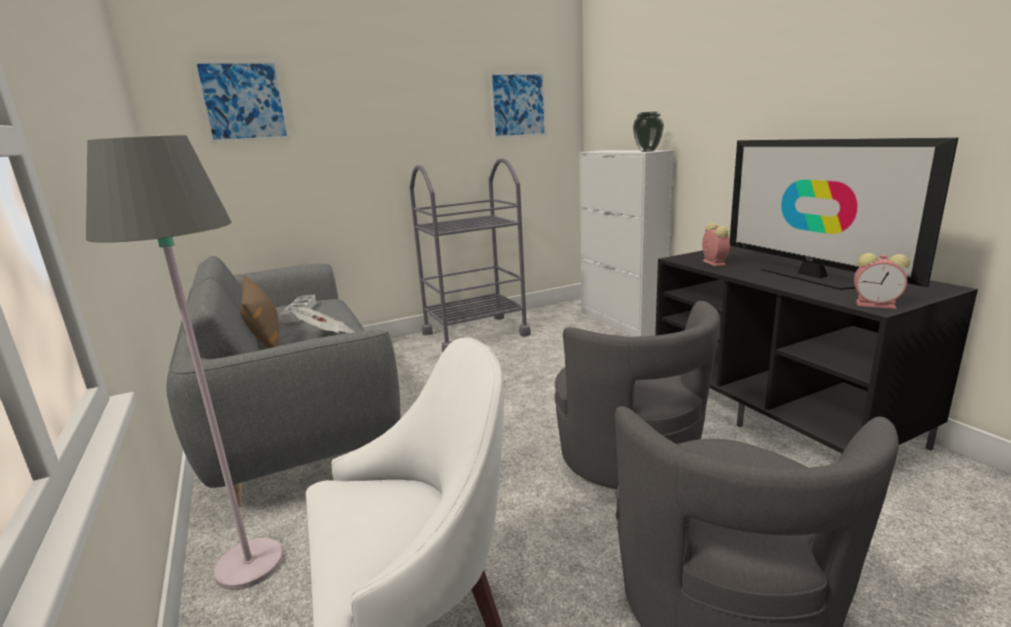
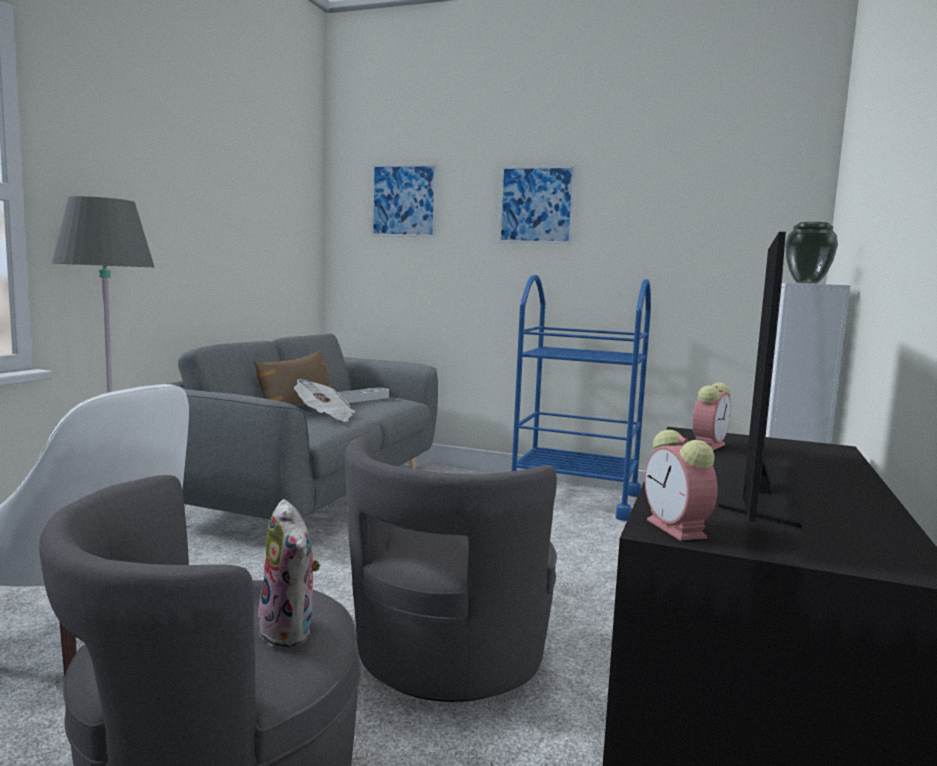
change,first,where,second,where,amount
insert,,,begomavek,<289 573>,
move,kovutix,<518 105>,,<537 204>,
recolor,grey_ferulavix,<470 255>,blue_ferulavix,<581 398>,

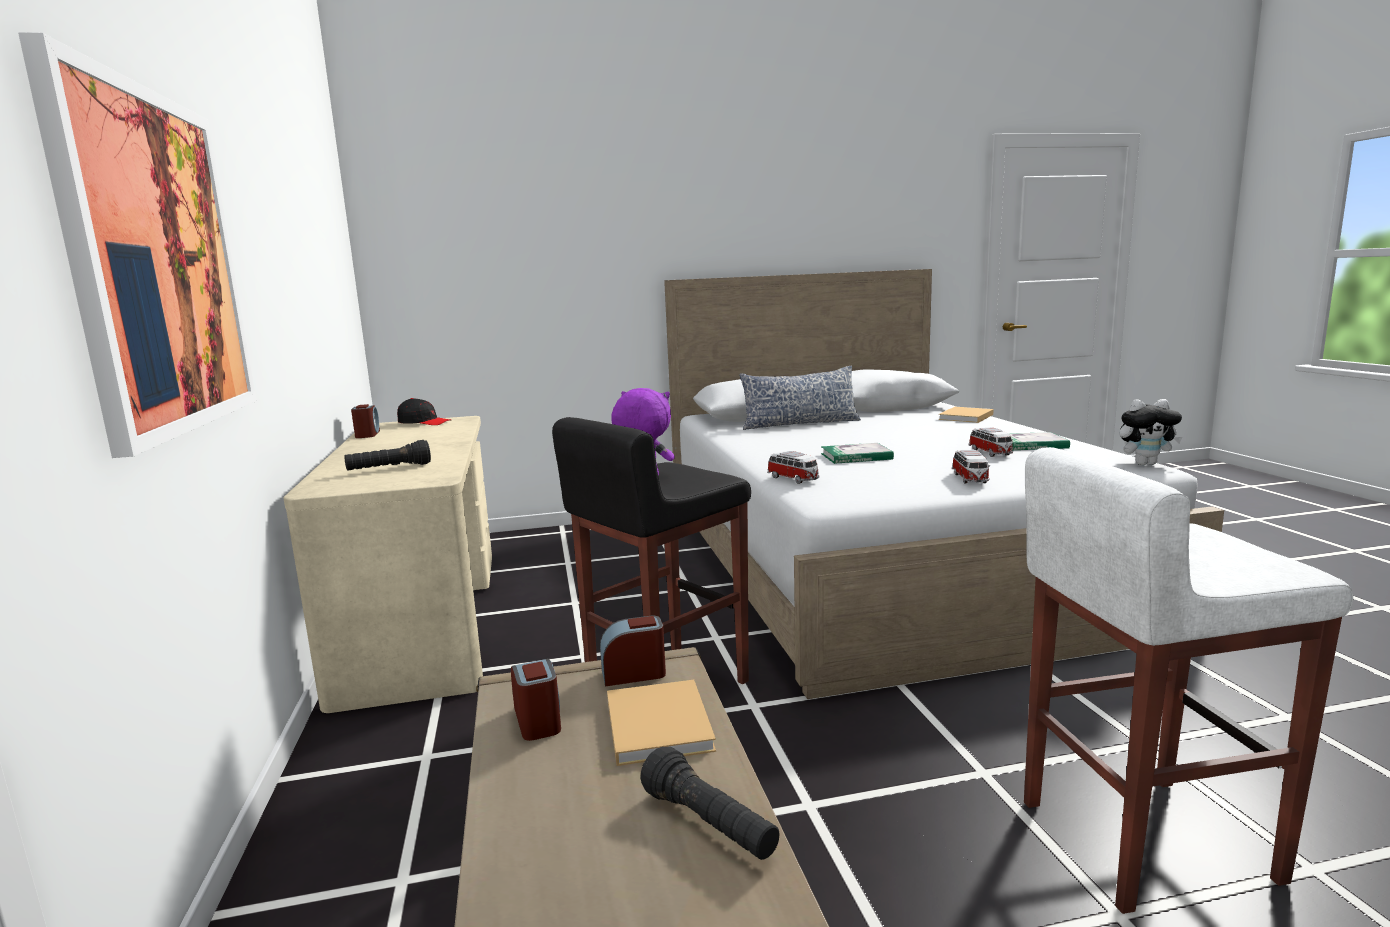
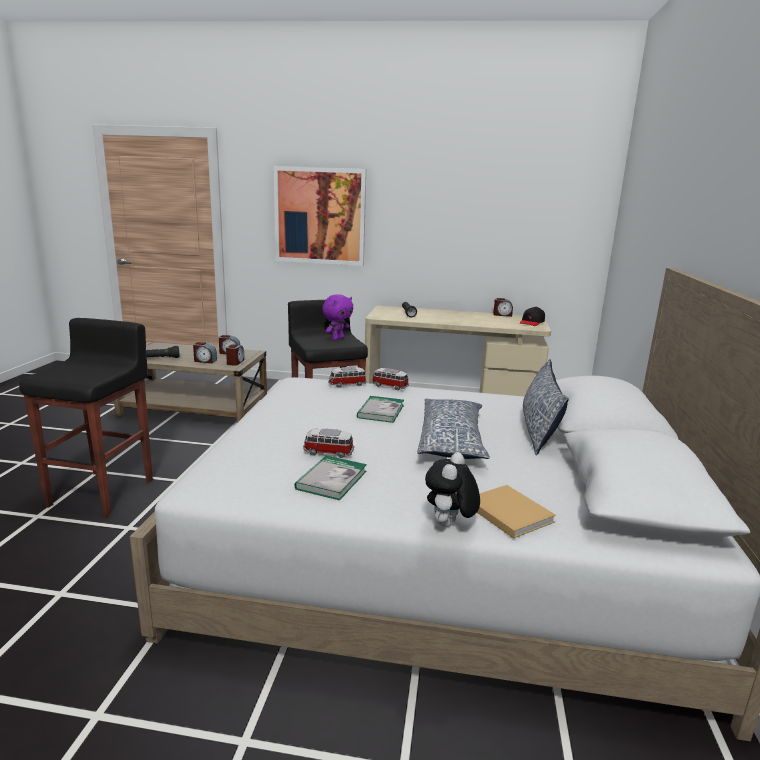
change,first,where,second,where,amount
insert,,,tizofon,<453 429>,
move,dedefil,<971 467>,,<390 379>,
move,begomavek,<1150 432>,,<452 489>,
replace,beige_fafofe,<661 723>,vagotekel,<205 352>,
recolor,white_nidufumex,<1188 680>,black_nidufumex,<86 417>,

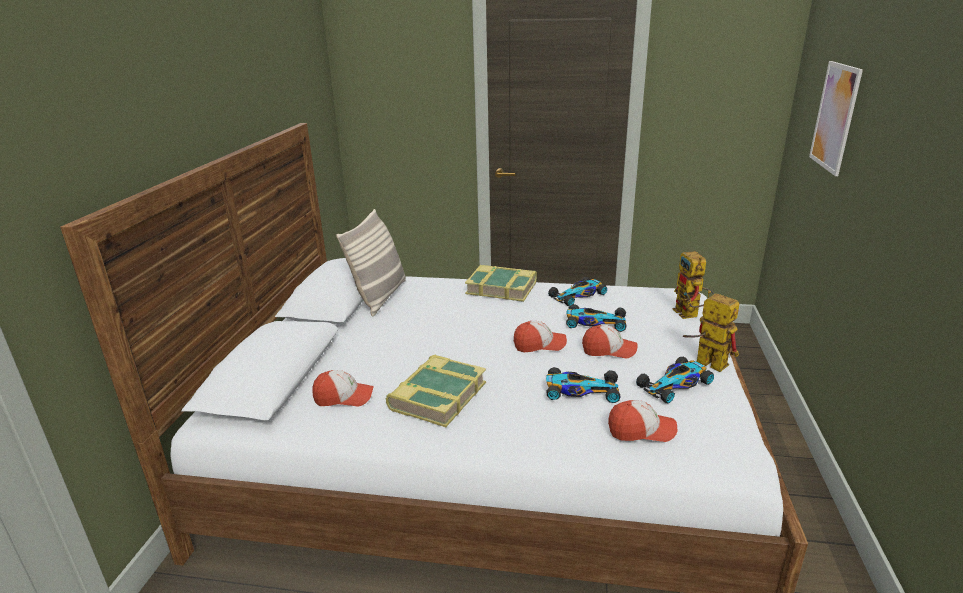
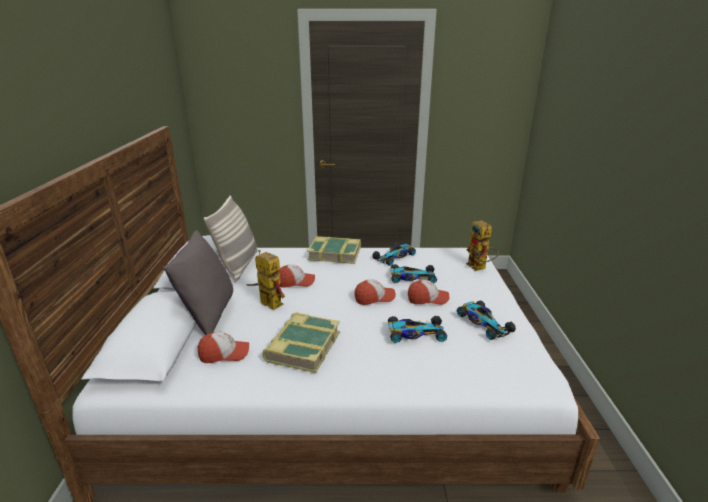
change,first,where,second,where,amount
delete,kovutix,<836 118>,,,
insert,,,grey_tizofon,<198 282>,
move,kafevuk,<642 421>,,<296 276>,
move,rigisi,<711 331>,,<265 280>,
rotate,dedefil,<675 380>,,<486 320>,75 degrees counterclockwise

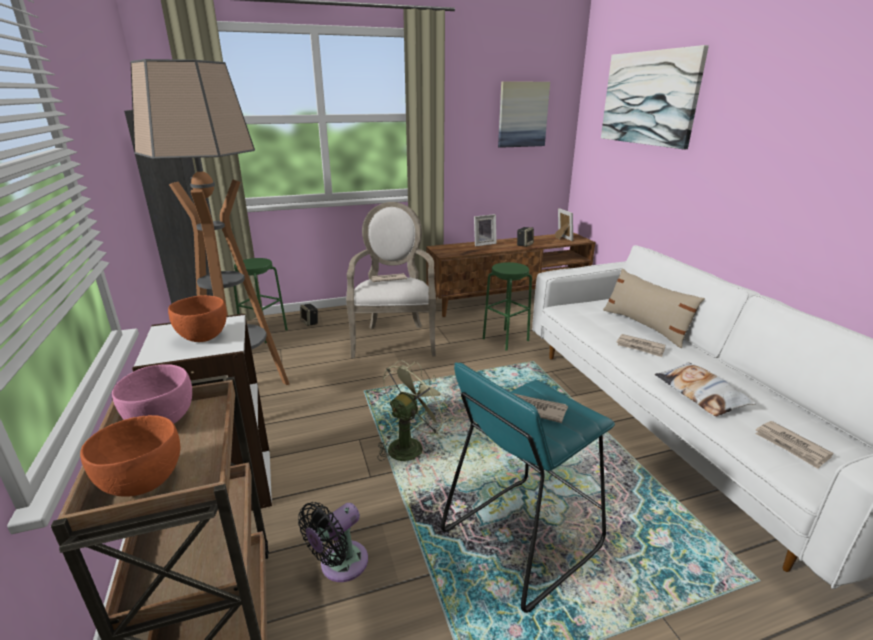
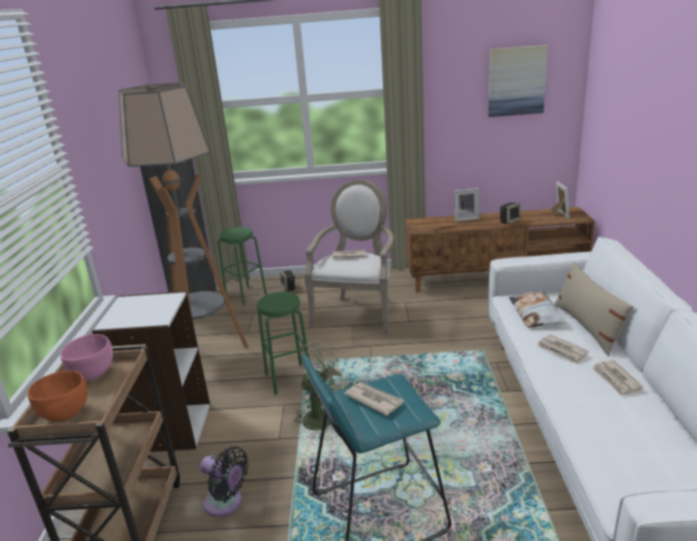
change,first,where,second,where,amount
delete,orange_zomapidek,<197 318>,,,
delete,kovutix,<655 97>,,,
move,green_nidufumex,<507 306>,,<283 343>,
move,tizofon,<705 389>,,<537 309>,
move,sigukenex,<794 445>,,<618 378>,
rotate,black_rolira,<333 542>,,<224 482>,120 degrees counterclockwise

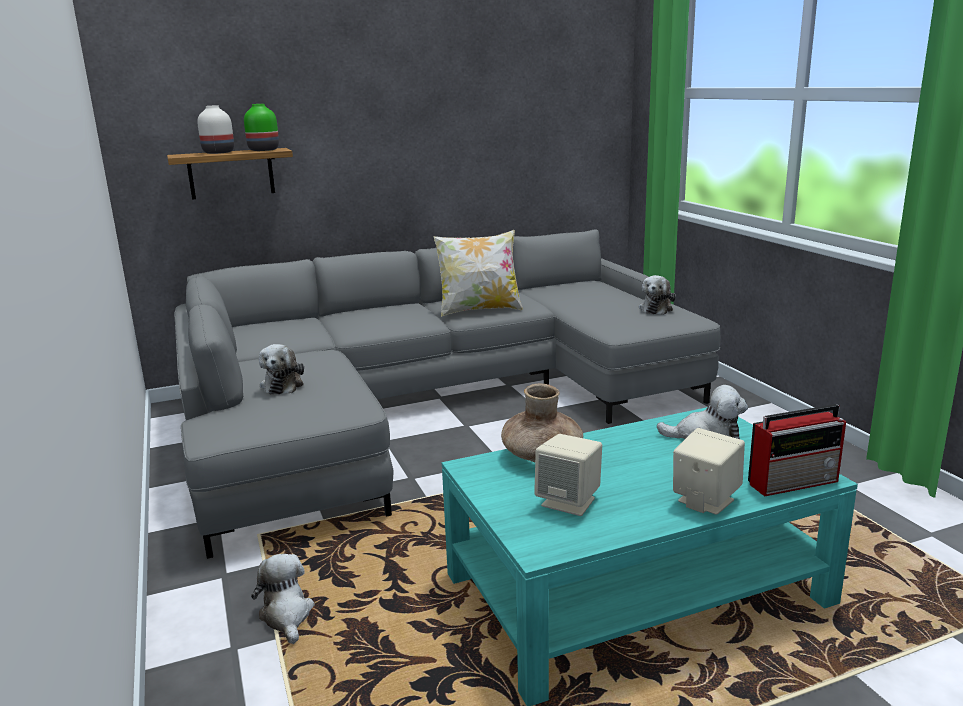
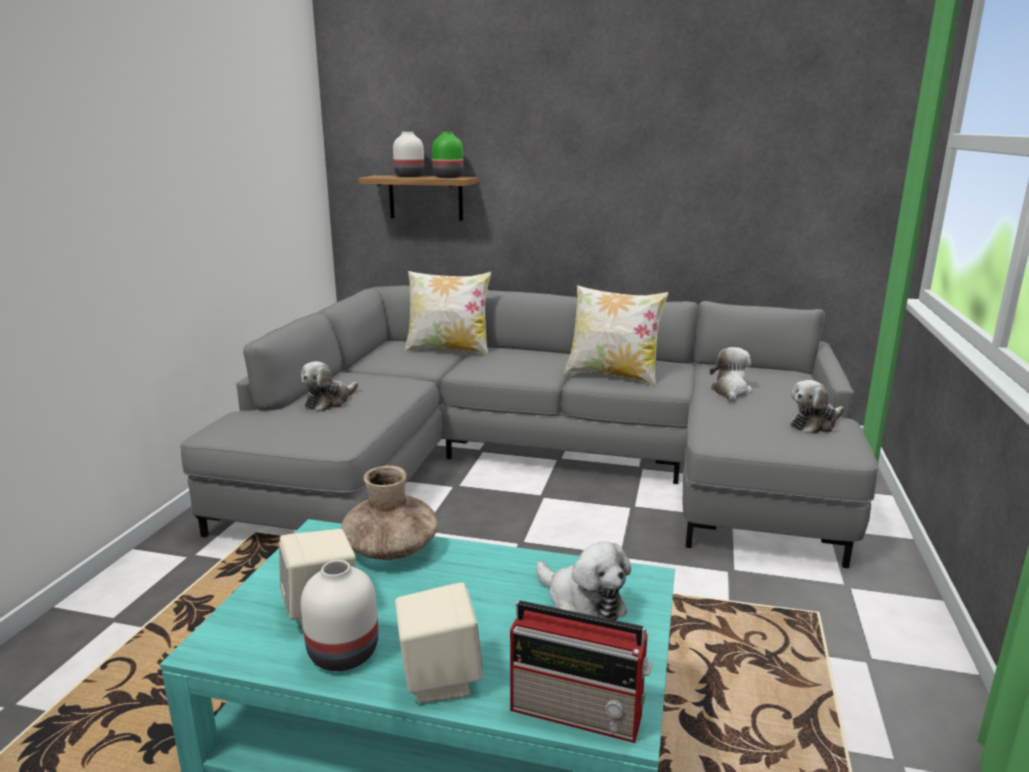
change,first,where,second,where,amount
insert,,,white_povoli,<339 615>,
insert,,,tizofon,<447 313>,
move,begomavek,<283 599>,,<731 375>,

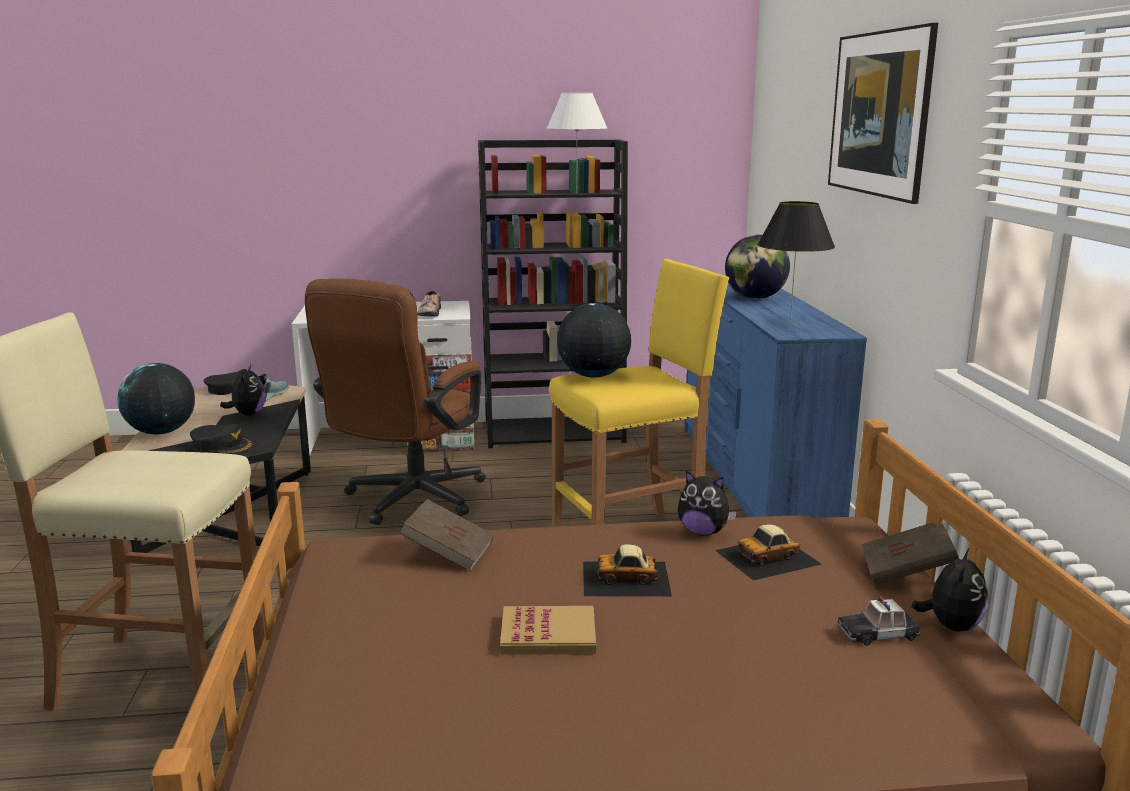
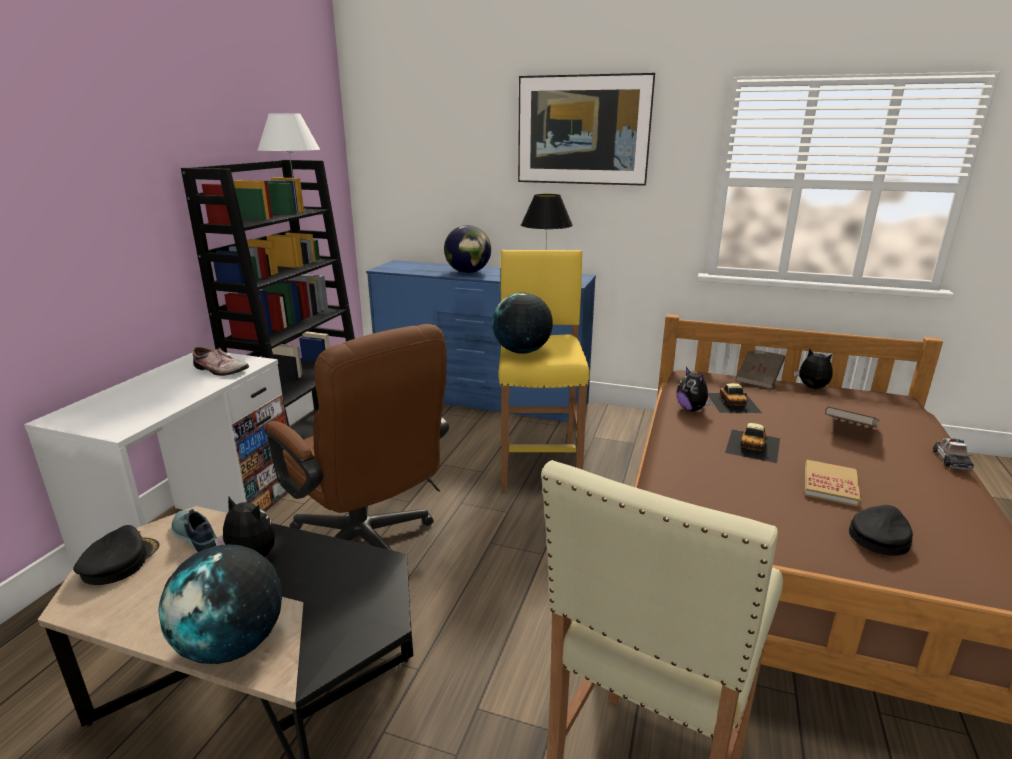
change,first,where,second,where,amount
move,black_kafevuk,<222 439>,,<881 530>,
move,brown_fafofe,<447 535>,,<852 417>,
move,dedefil,<878 621>,,<953 454>,
rotate,begomavek,<707 503>,,<694 389>,105 degrees clockwise

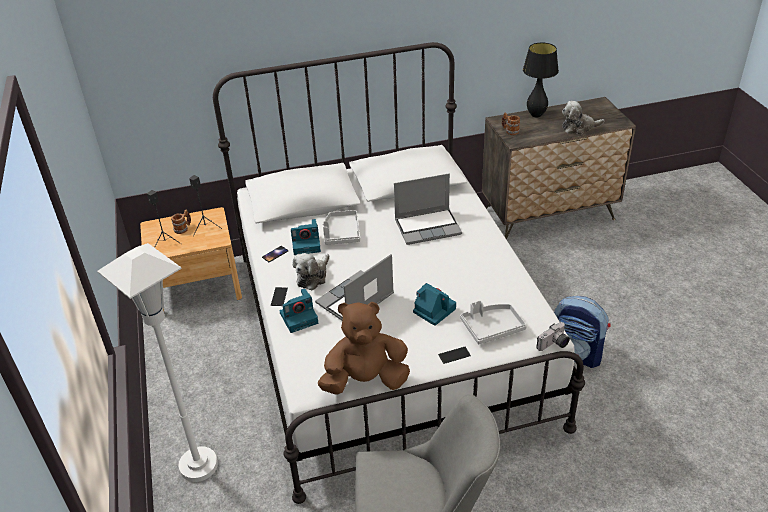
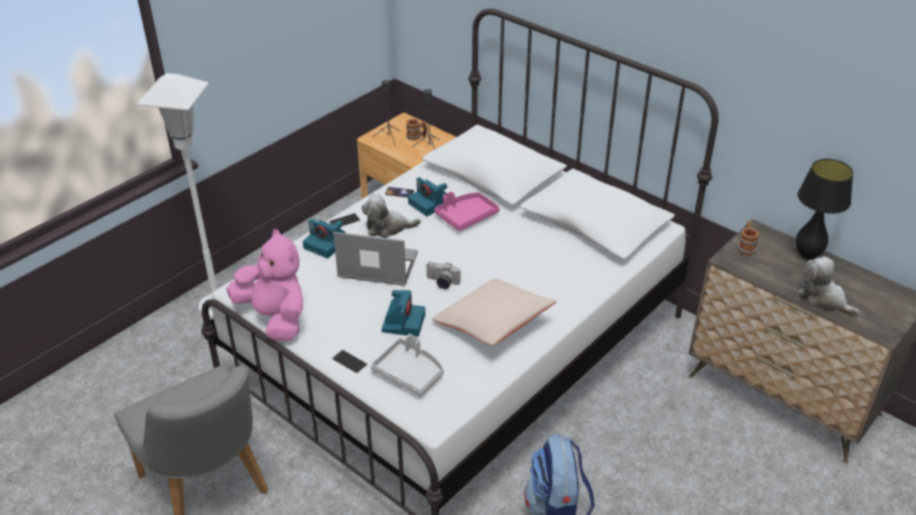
change,first,where,second,where,amount
delete,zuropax,<428 209>,,,
insert,,,beige_tizofon,<494 312>,
move,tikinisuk,<553 336>,,<443 275>,
recolor,brown_begomavek,<364 348>,pink_begomavek,<264 285>,
recolor,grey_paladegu,<341 227>,pink_paladegu,<467 211>,

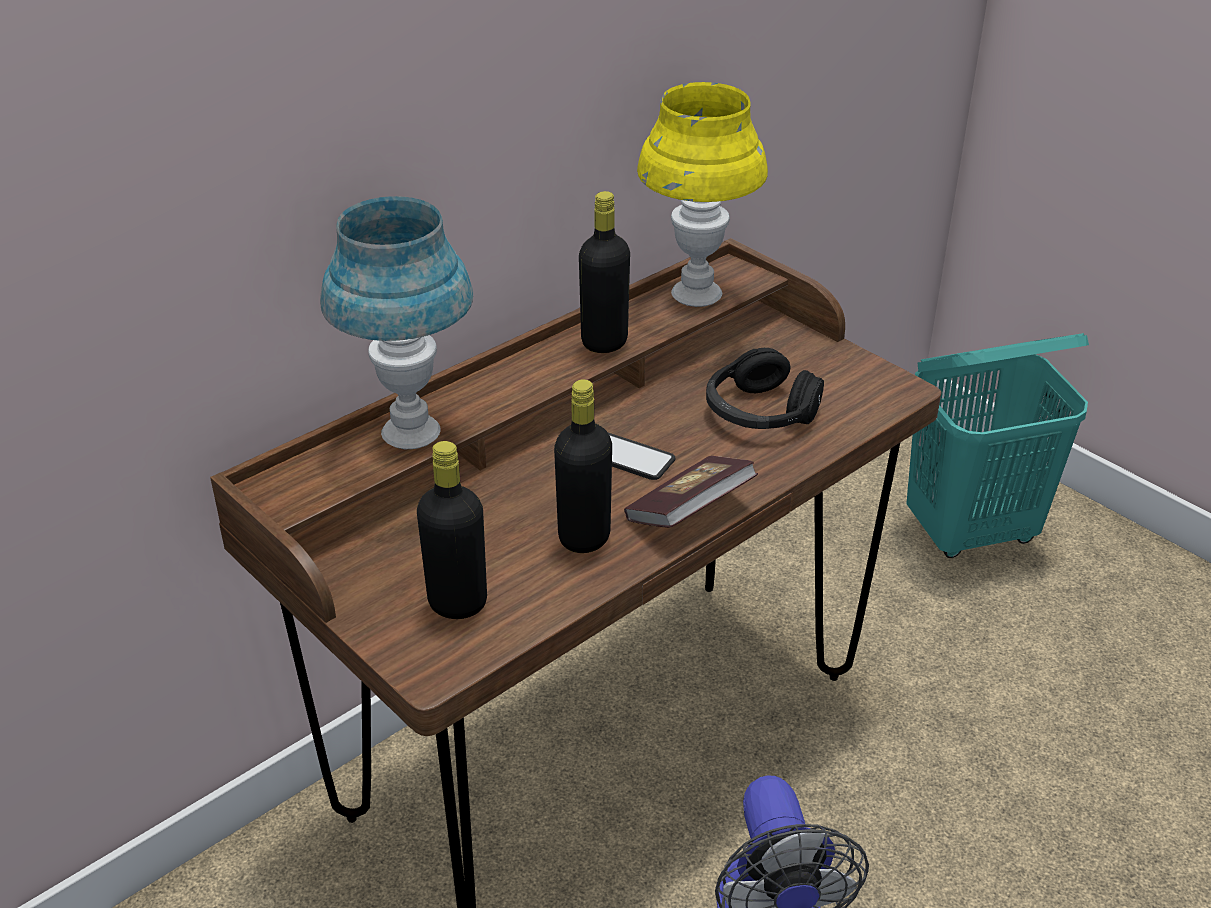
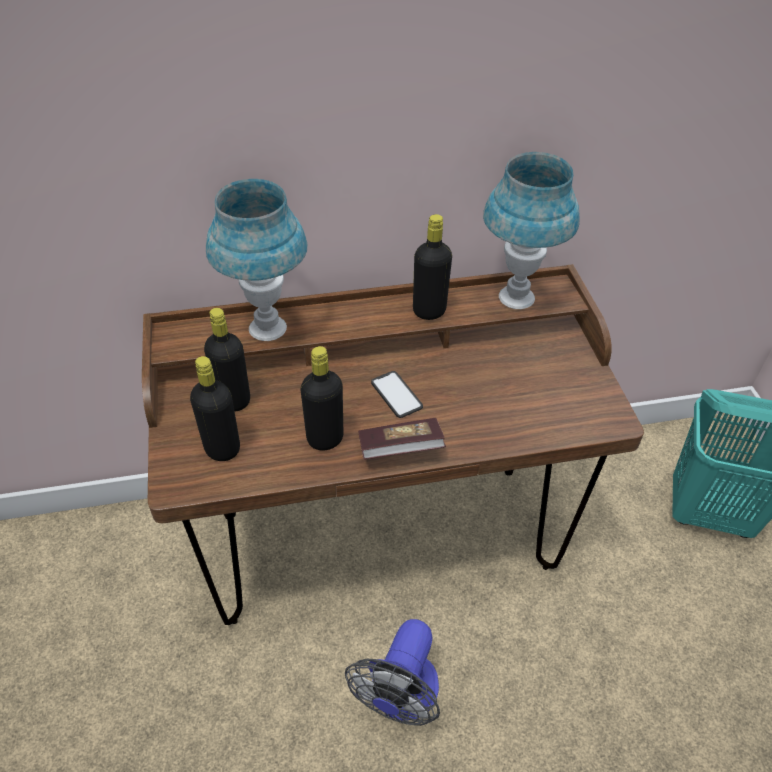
change,first,where,second,where,amount
delete,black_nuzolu,<765 388>,,,
insert,,,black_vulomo,<227 360>,
recolor,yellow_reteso,<702 194>,blue_reteso,<531 230>,

